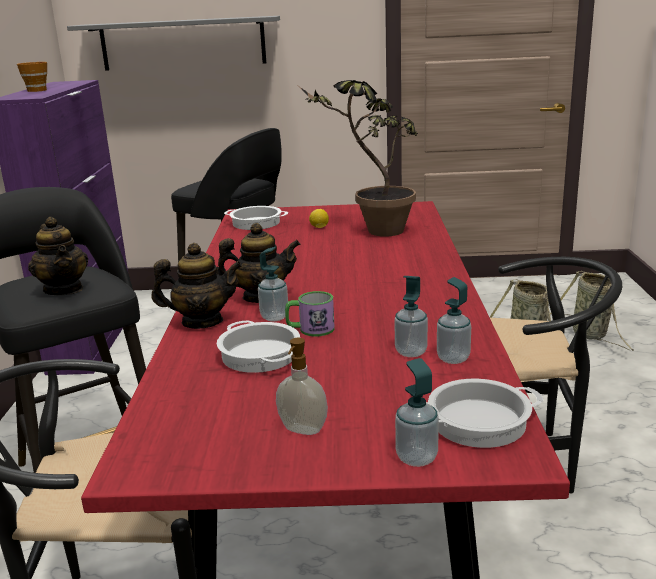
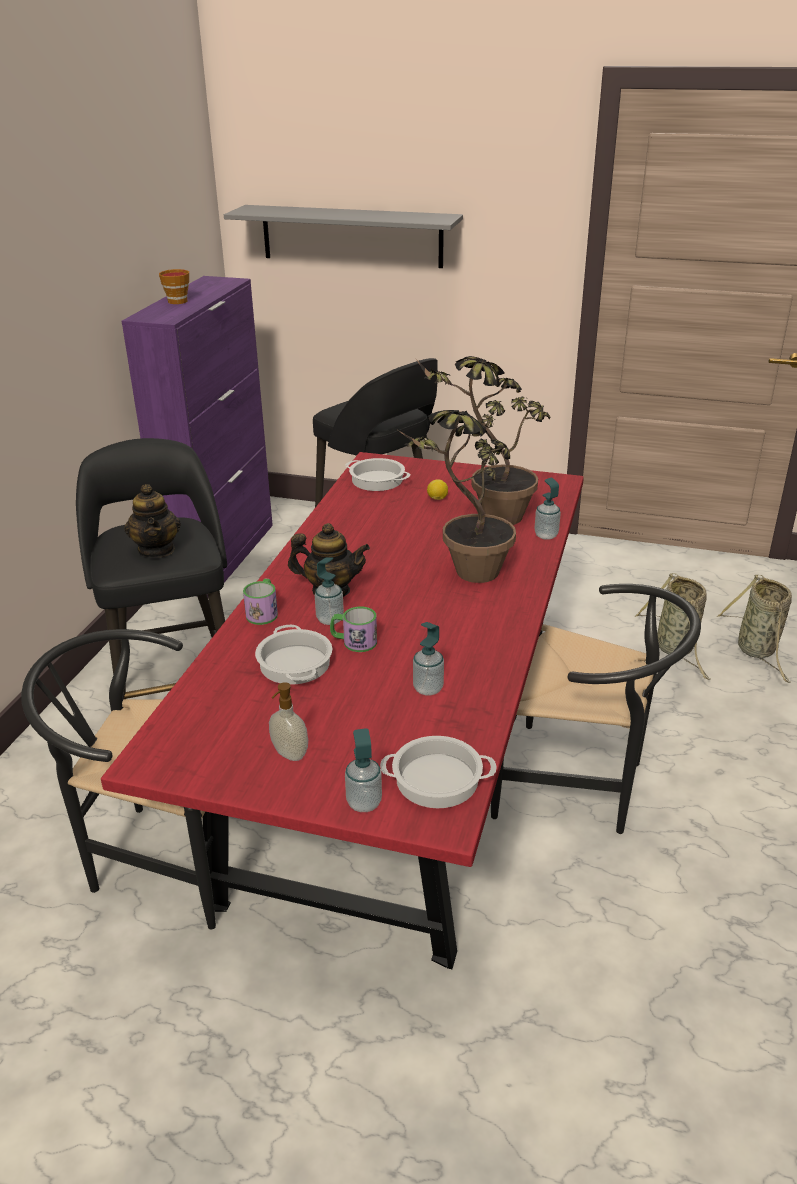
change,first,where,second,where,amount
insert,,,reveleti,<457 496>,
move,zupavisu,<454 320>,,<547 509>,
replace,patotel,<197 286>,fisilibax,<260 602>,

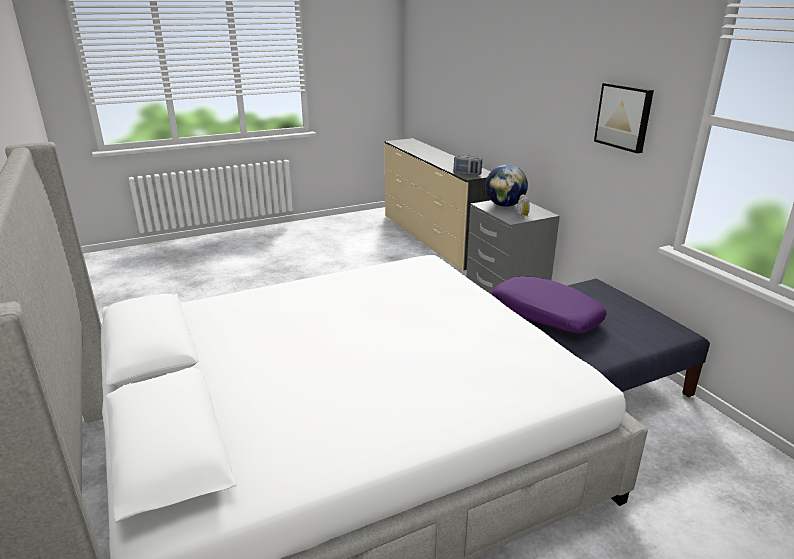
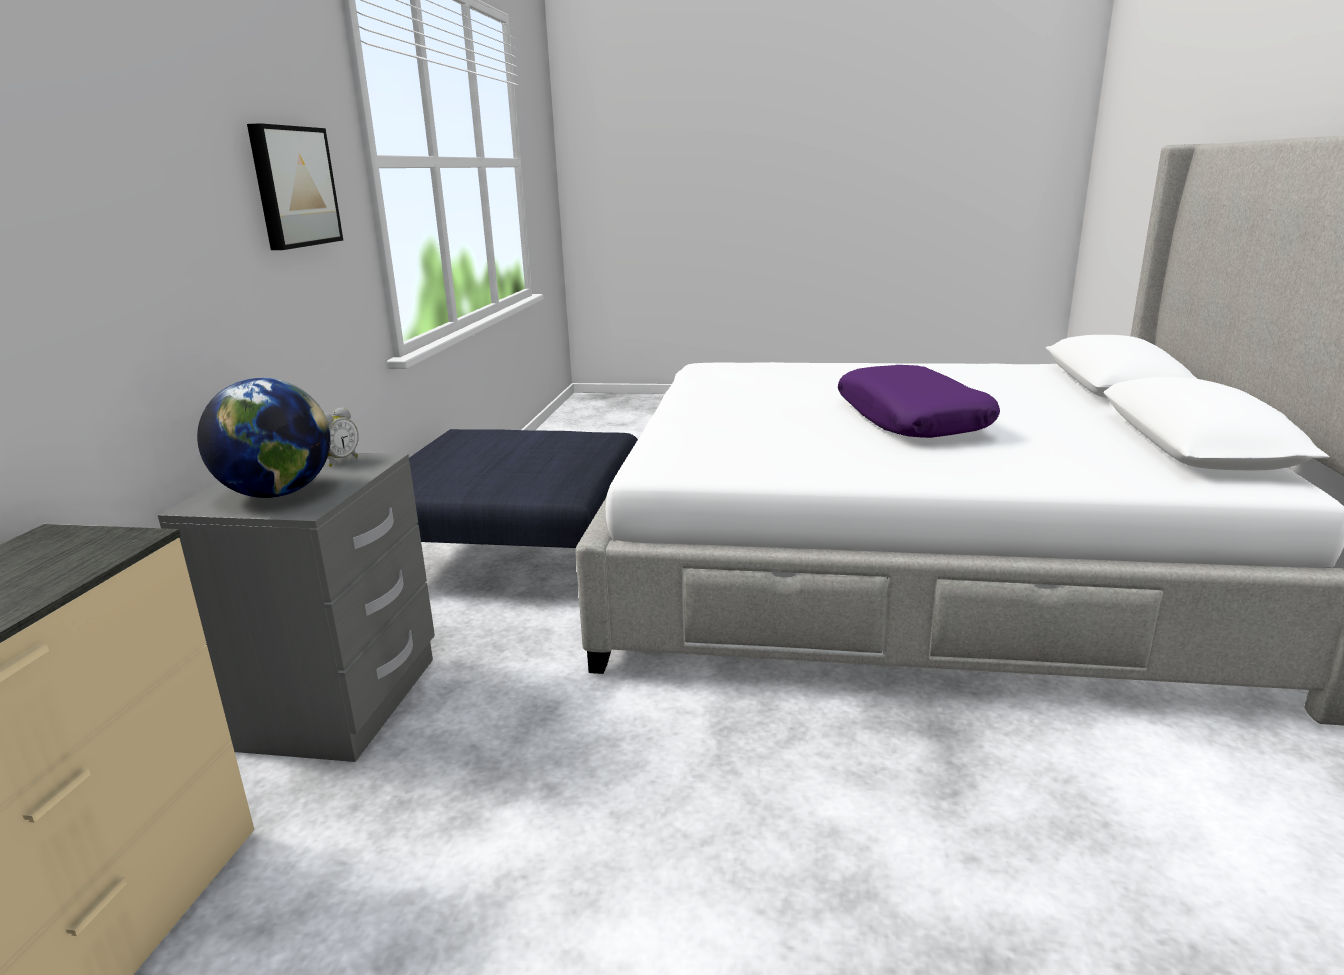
change,first,where,second,where,amount
delete,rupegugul,<468 165>,,,
move,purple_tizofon,<549 304>,,<919 401>,

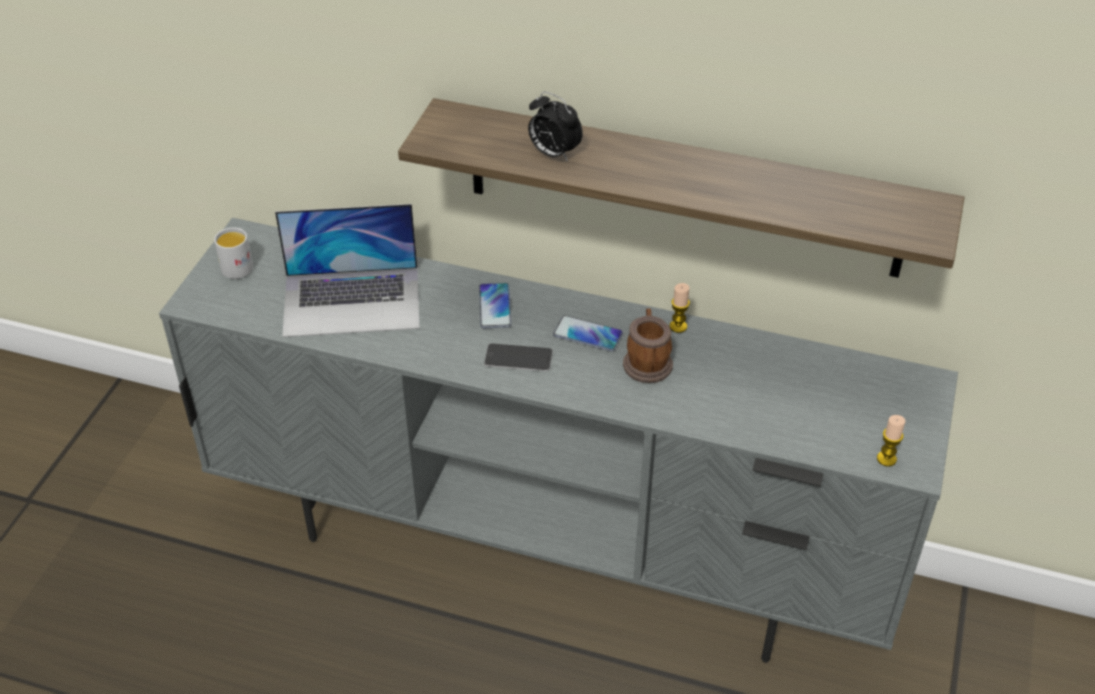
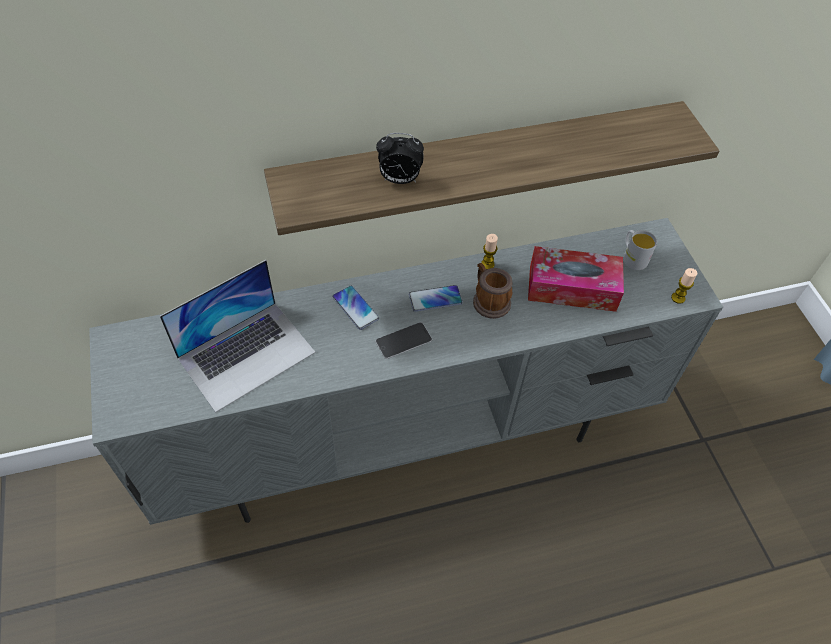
change,first,where,second,where,amount
insert,,,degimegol,<576 279>,
move,white_fisilibax,<233 253>,,<640 250>,

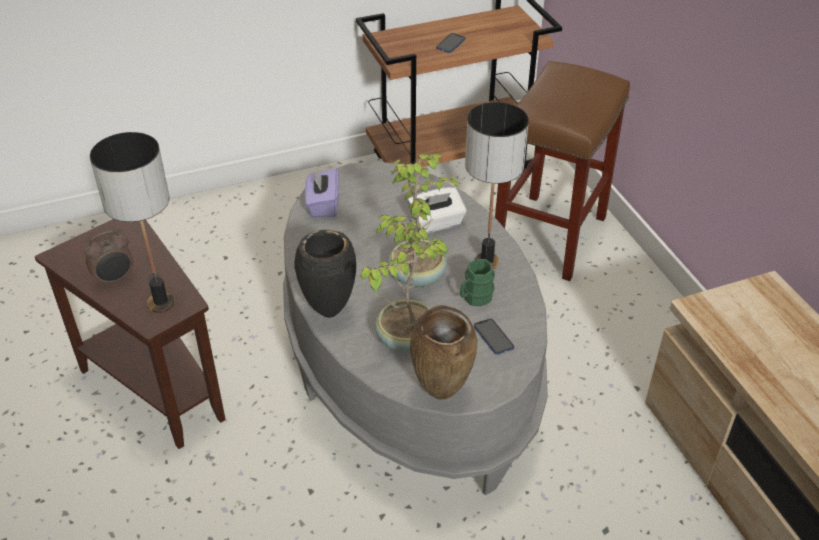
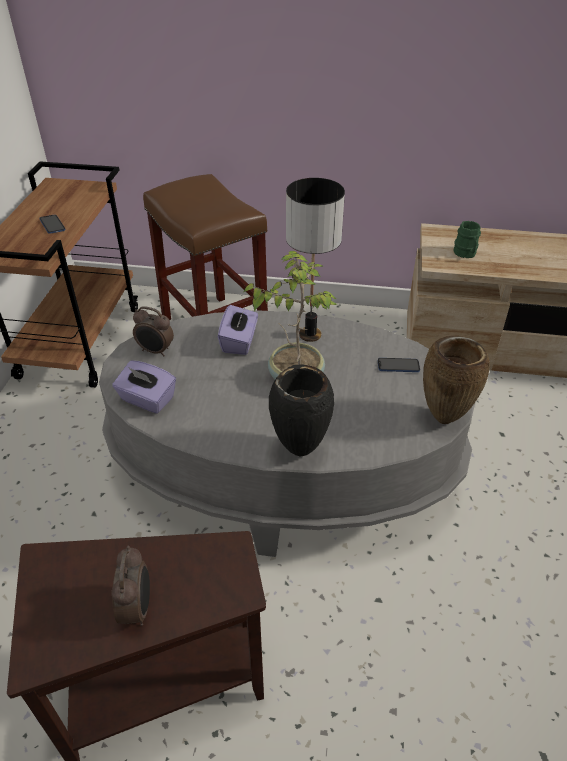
change,first,where,second,where,amount
delete,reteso,<132 222>,,,
delete,reveleti,<405 284>,,,
insert,,,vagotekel,<153 331>,
move,green_fisilibax,<477 282>,,<467 239>,
recolor,white_degimegol,<437 210>,purple_degimegol,<238 330>,

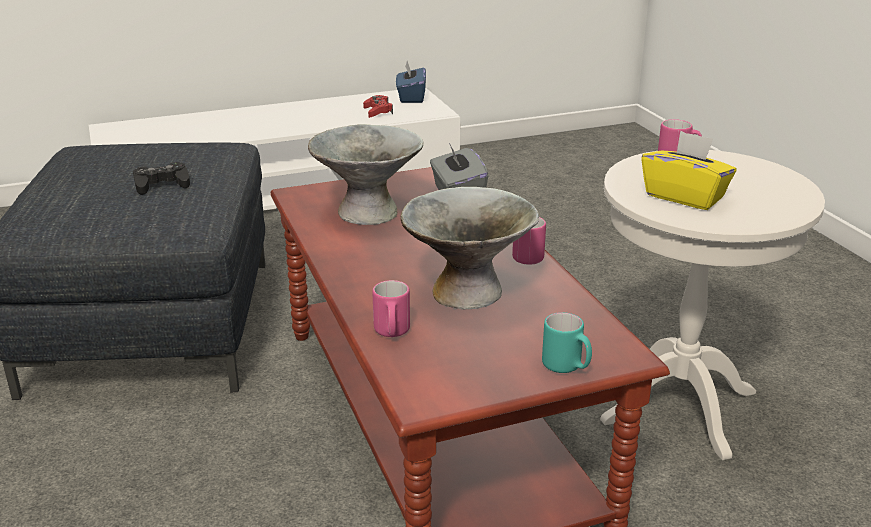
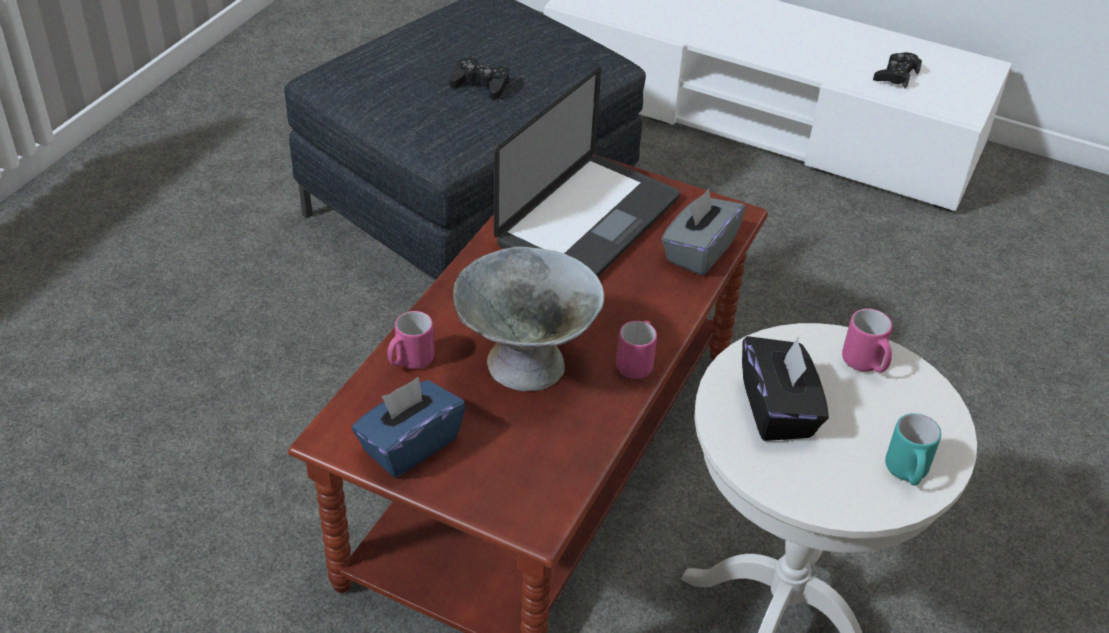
change,first,where,second,where,amount
move,blue_degimegol,<411 82>,,<409 427>,
move,turquoise_fisilibax,<567 342>,,<913 449>,
replace,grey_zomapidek,<366 174>,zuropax,<587 172>,
recolor,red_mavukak,<378 106>,black_mavukak,<897 70>,
recolor,yellow_degimegol,<688 170>,black_degimegol,<785 388>,

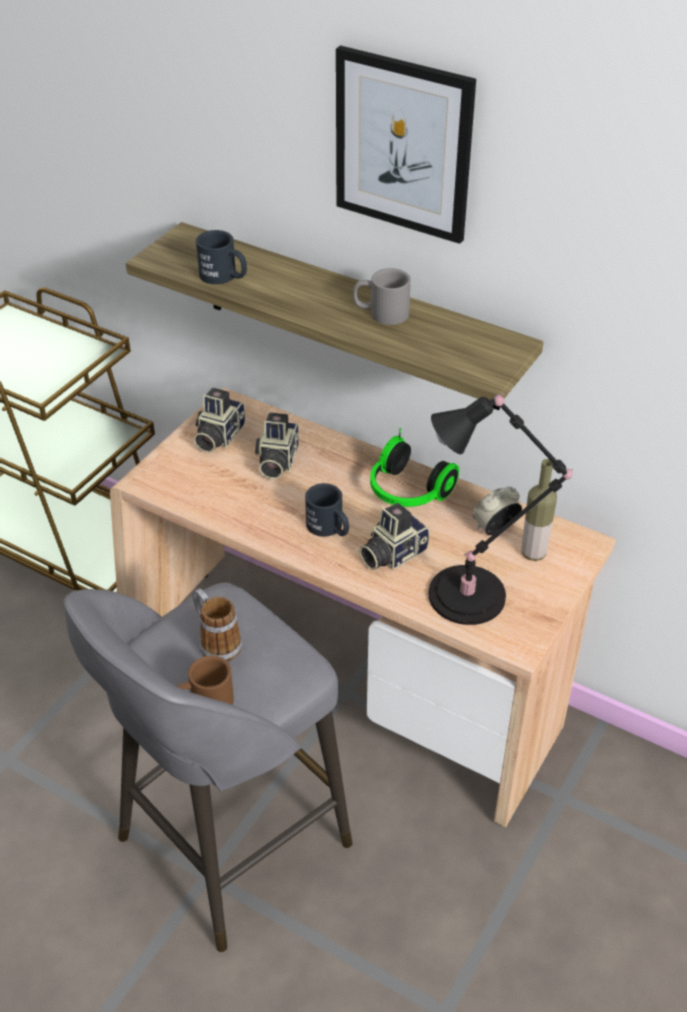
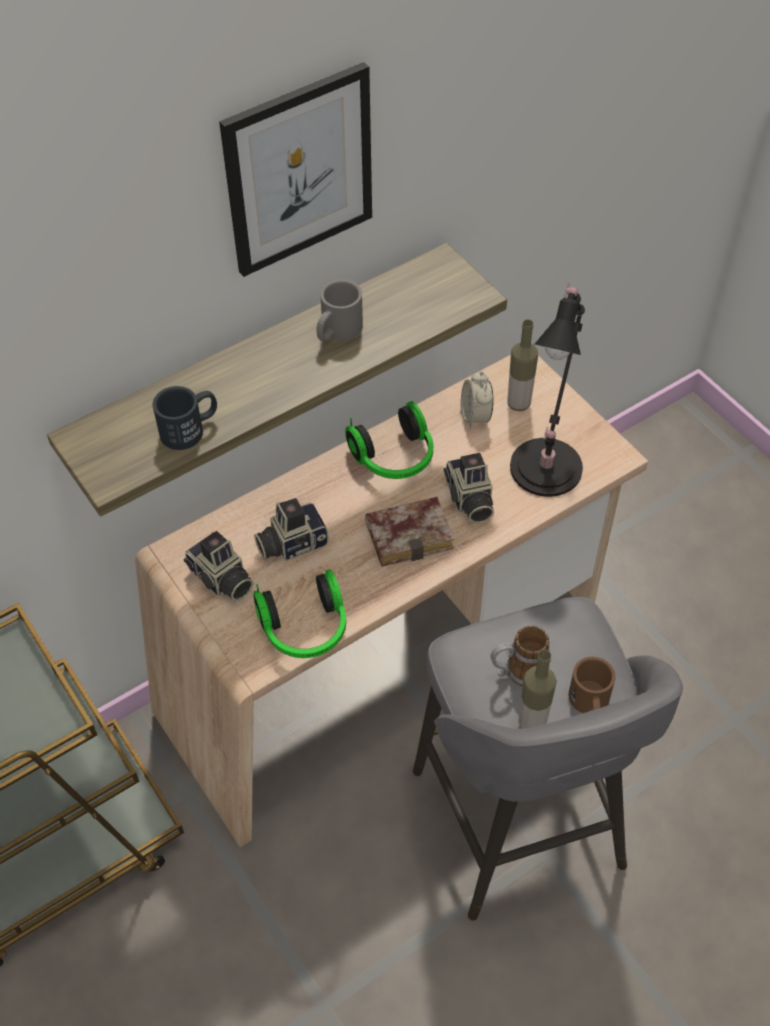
change,first,where,second,where,amount
insert,,,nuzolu,<299 613>,
insert,,,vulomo,<537 689>,
replace,black_fisilibax,<327 510>,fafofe,<409 532>,
rotate,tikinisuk,<277 445>,,<291 529>,120 degrees clockwise

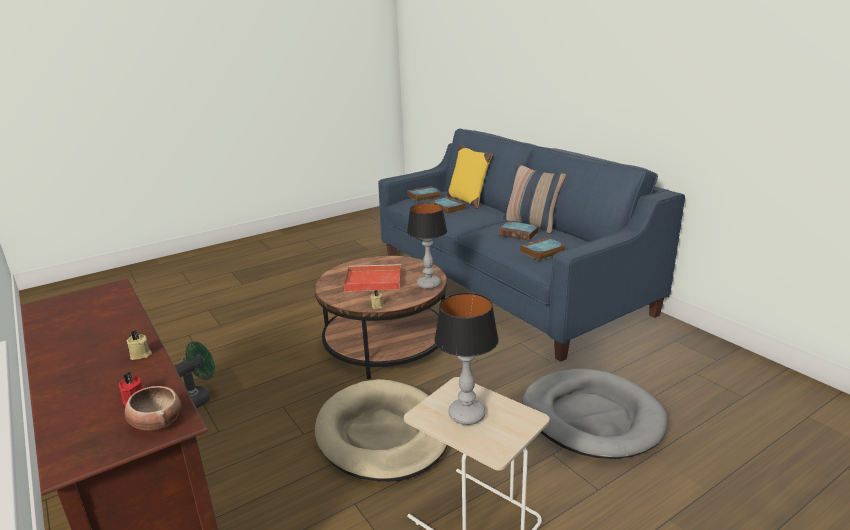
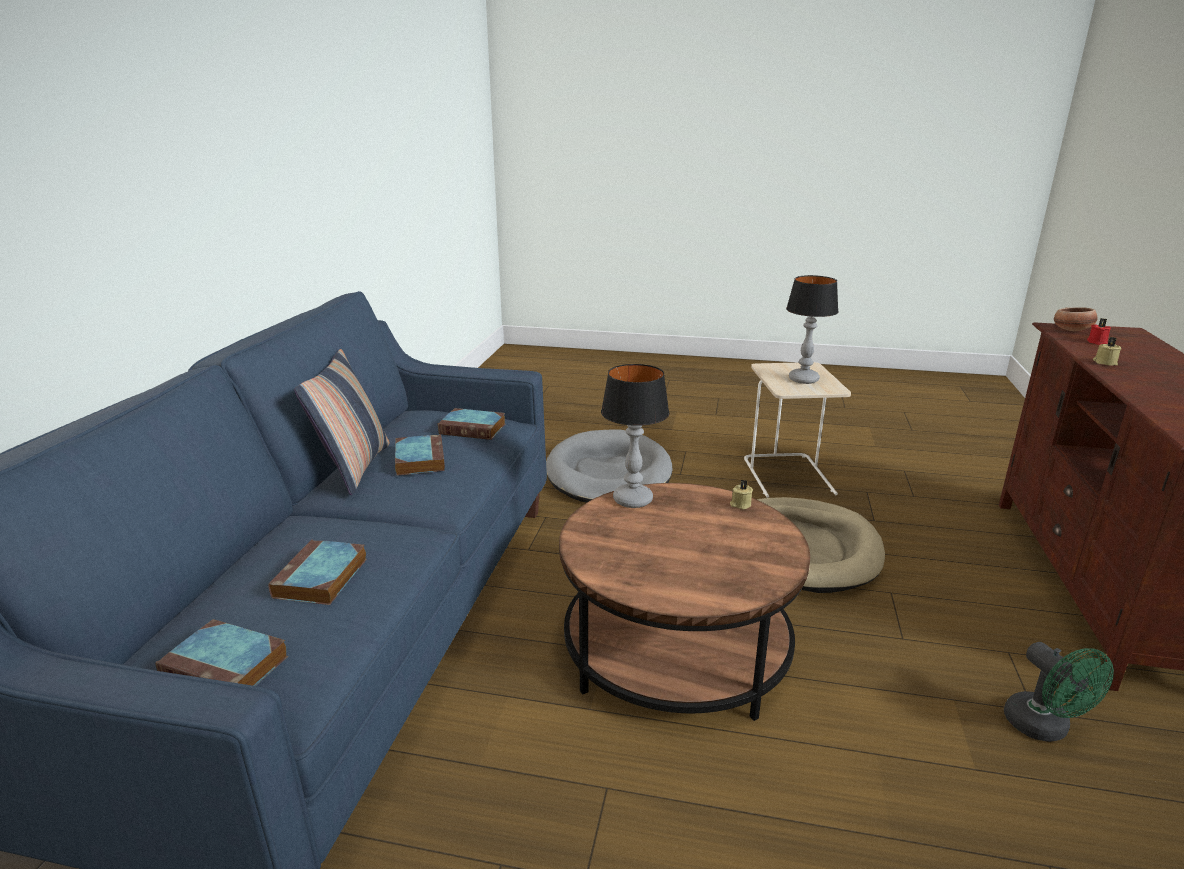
change,first,where,second,where,amount
delete,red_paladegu,<372 277>,,,
delete,yellow_tizofon,<470 176>,,,
rotate,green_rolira,<195 374>,,<1059 692>,105 degrees counterclockwise

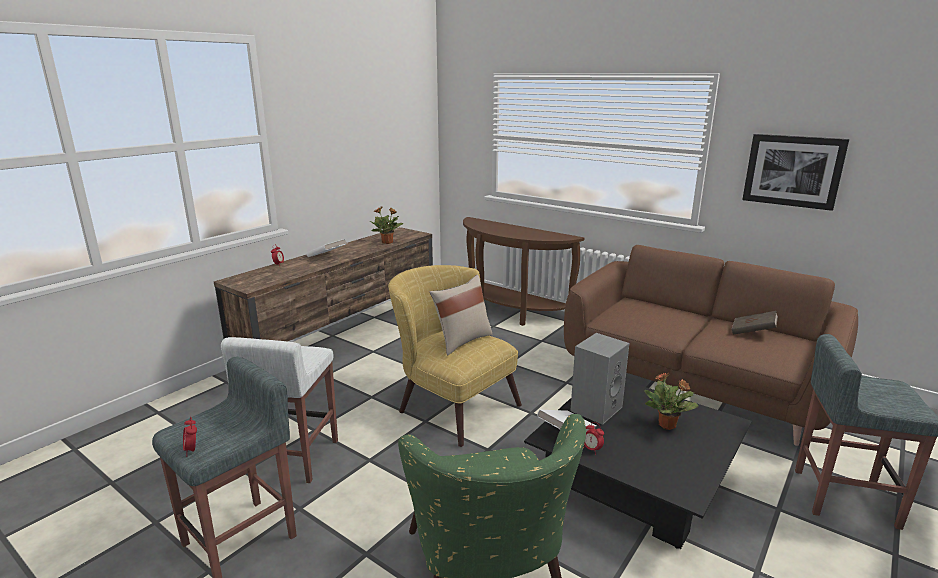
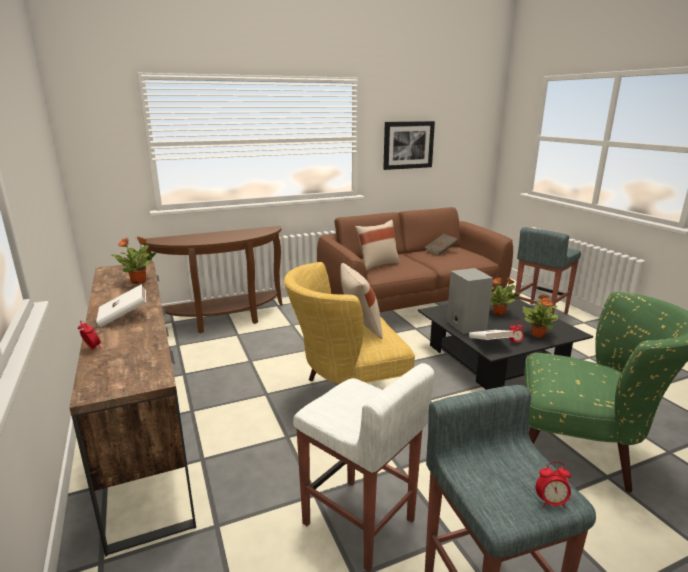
change,first,where,second,where,amount
insert,,,beige_tizofon,<377 245>,
insert,,,reveleti,<541 316>,

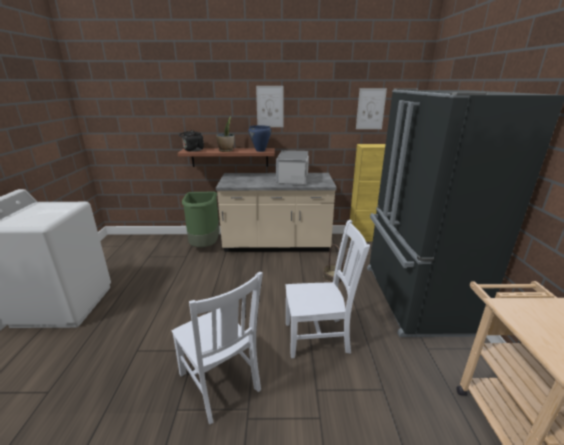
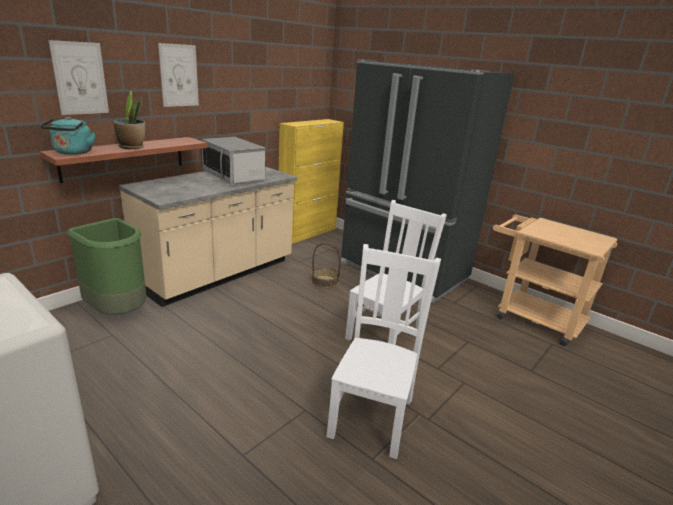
change,first,where,second,where,amount
delete,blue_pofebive,<260 138>,,,
move,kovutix,<371 108>,,<78 77>,
recolor,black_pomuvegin,<191 141>,turquoise_pomuvegin,<68 136>,
rotate,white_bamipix,<217 348>,,<383 351>,75 degrees counterclockwise

